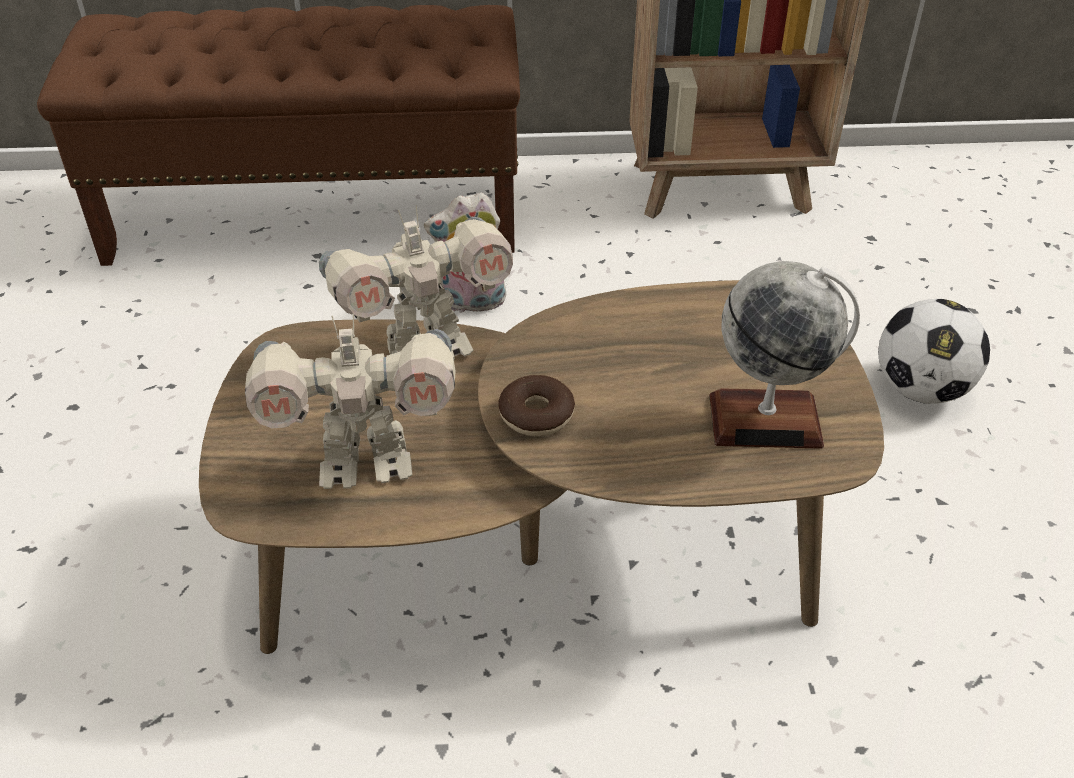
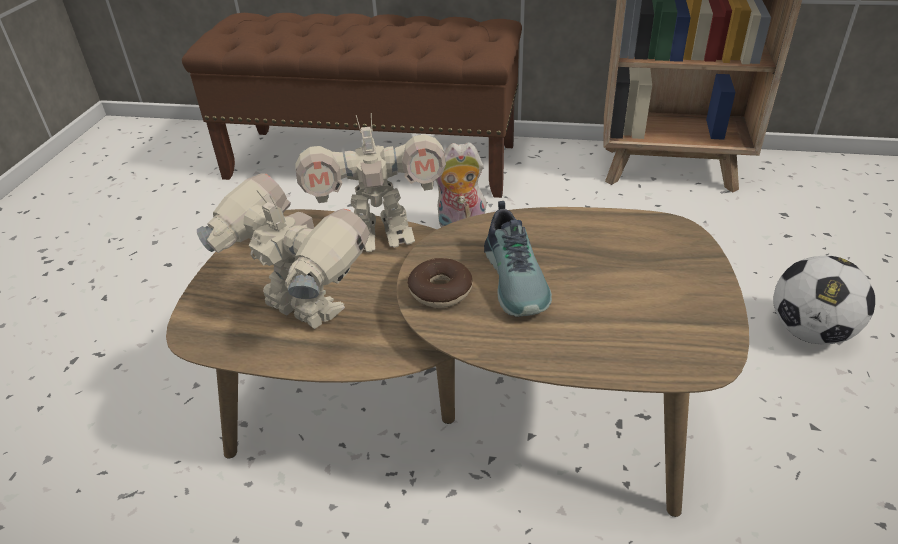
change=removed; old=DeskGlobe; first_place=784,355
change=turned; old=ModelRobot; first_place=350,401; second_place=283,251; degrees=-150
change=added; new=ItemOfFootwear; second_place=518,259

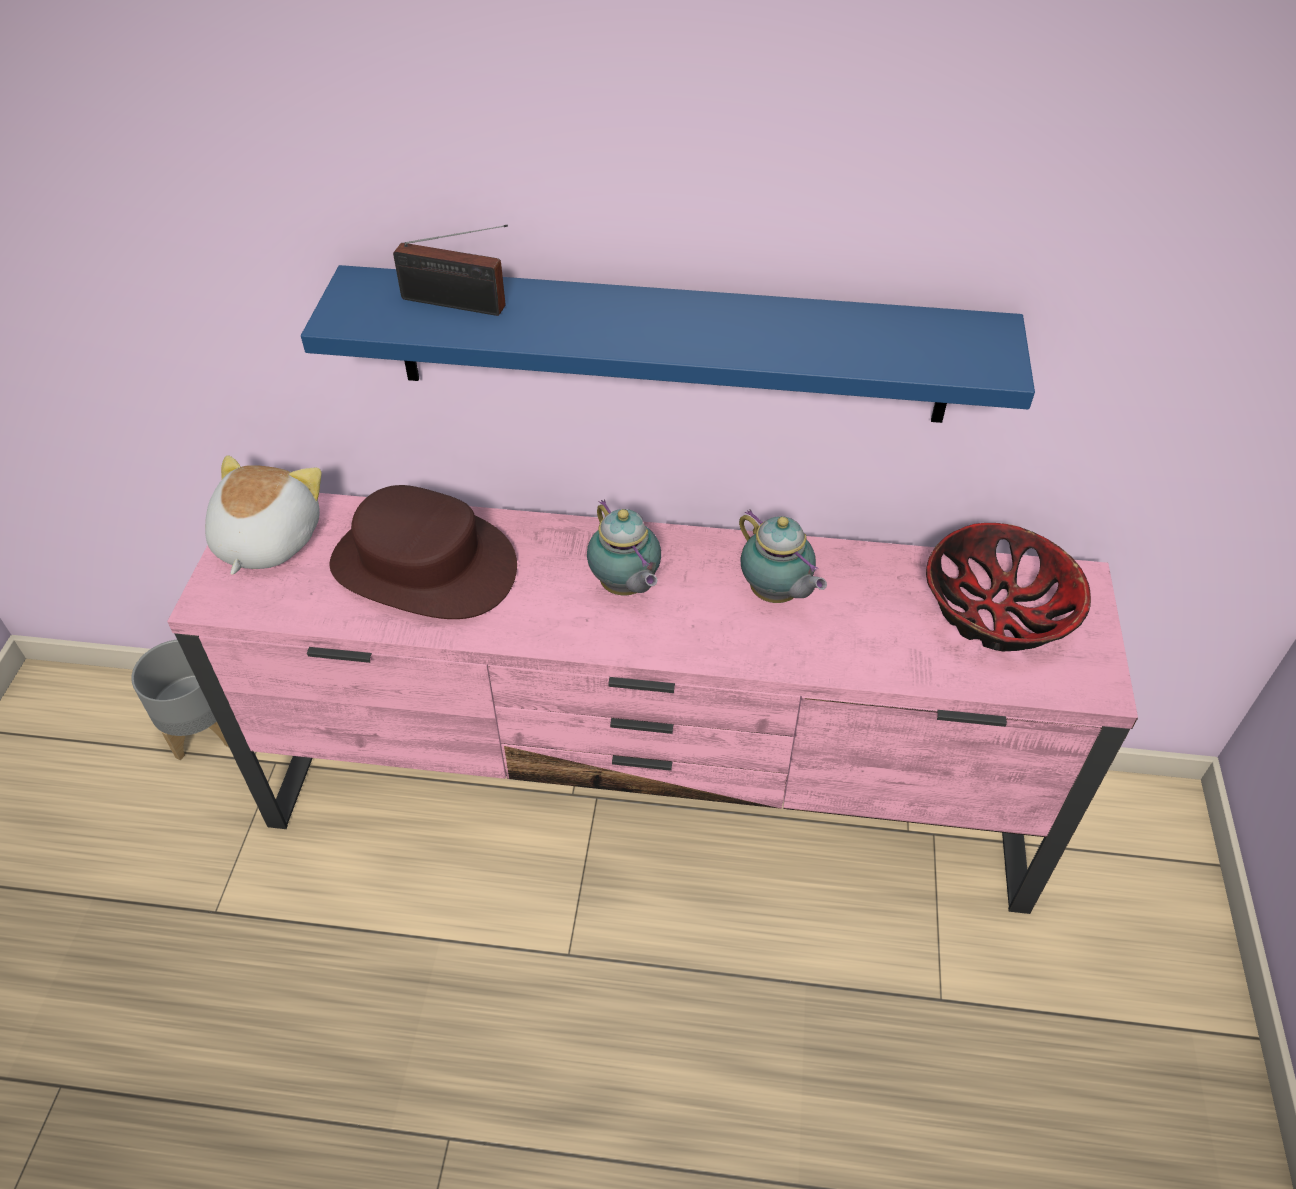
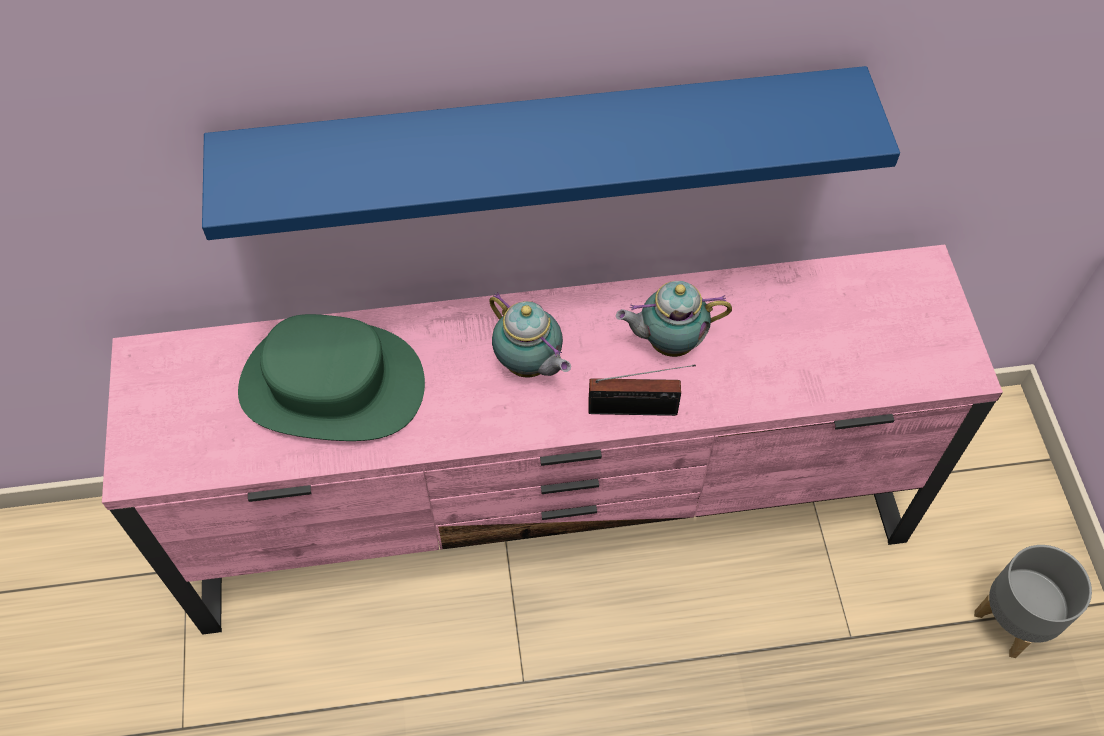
change=moved; old=RadioReceiver; first_place=450,270; second_place=642,390
change=removed; old=CuddlyToy; first_place=263,515
change=recoloured; old=BrownColouredHat; new=GreenColouredHat; first_place=423,552; second_place=331,377
change=turned; old=Teapot; first_place=783,556; second_place=674,319; degrees=135
change=removed; old=Bowl; first_place=1008,587
change=moved; old=GreyishPlanter; first_place=180,700; second_place=1033,601

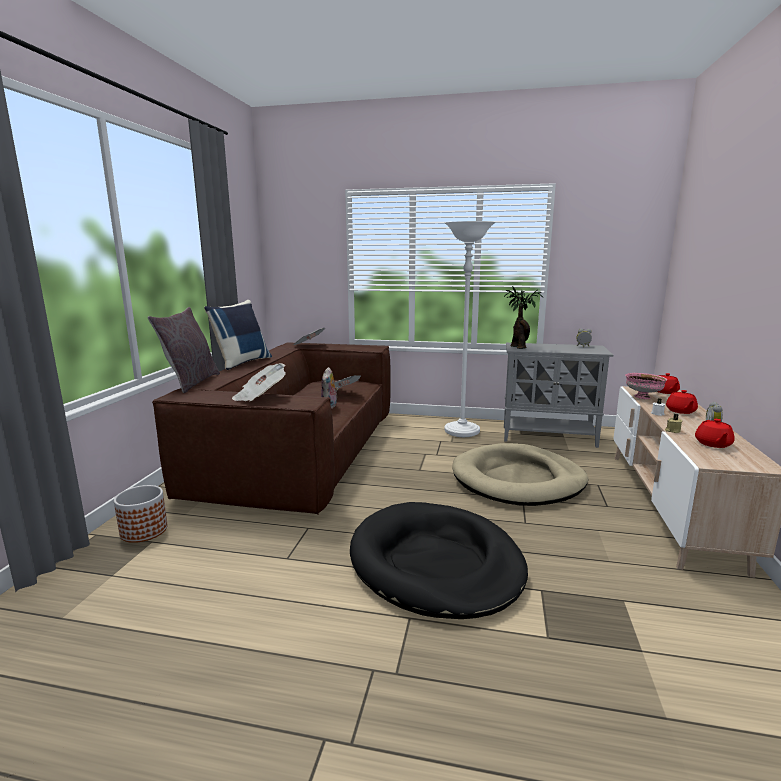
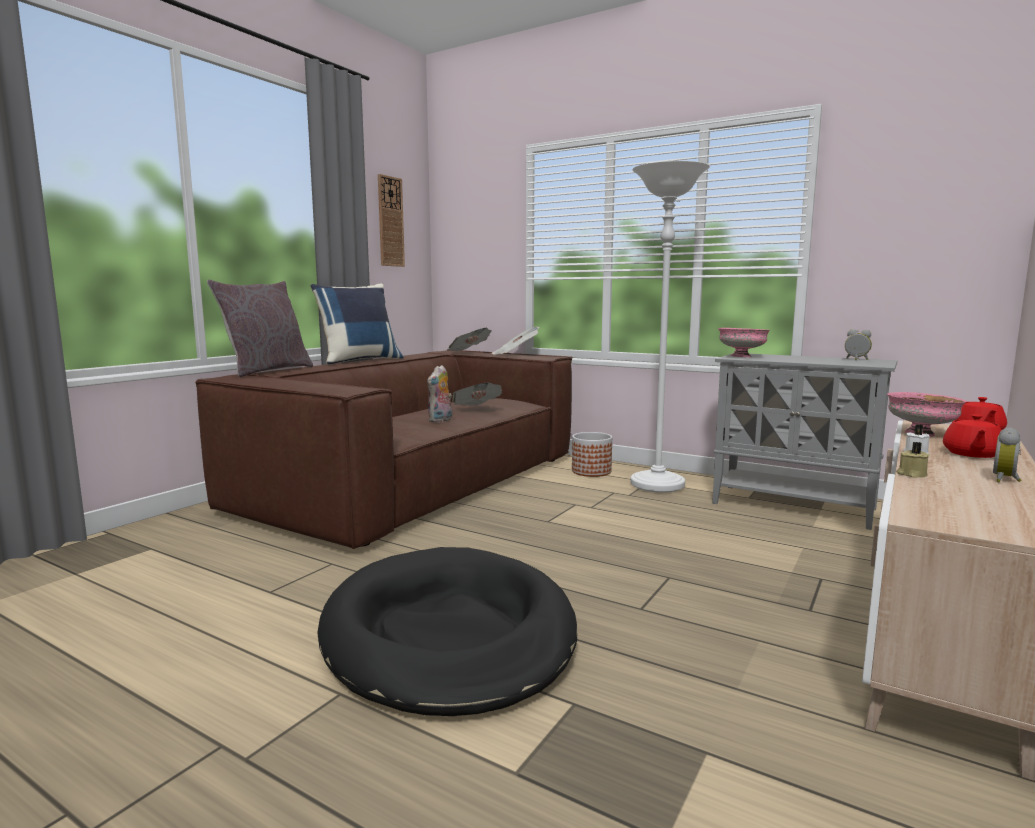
change=replaced; old=PottedPlant; new=PinkColouredBowl; first_place=523,317; second_place=744,342
change=moved; old=DailyPaper; first_place=259,382; second_place=516,340
change=removed; old=RedTeapot; first_place=715,433
change=removed; old=SandColouredPetBed; first_place=520,474
change=moved; old=Planter; first_place=141,514; second_place=592,454
change=added; new=ClockOnTheWall; second_place=391,220

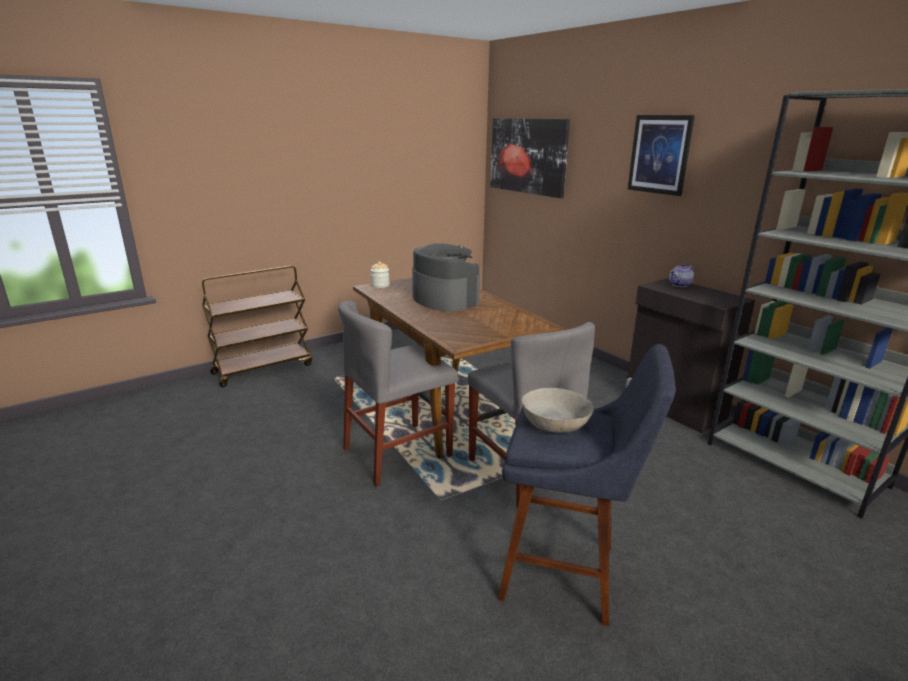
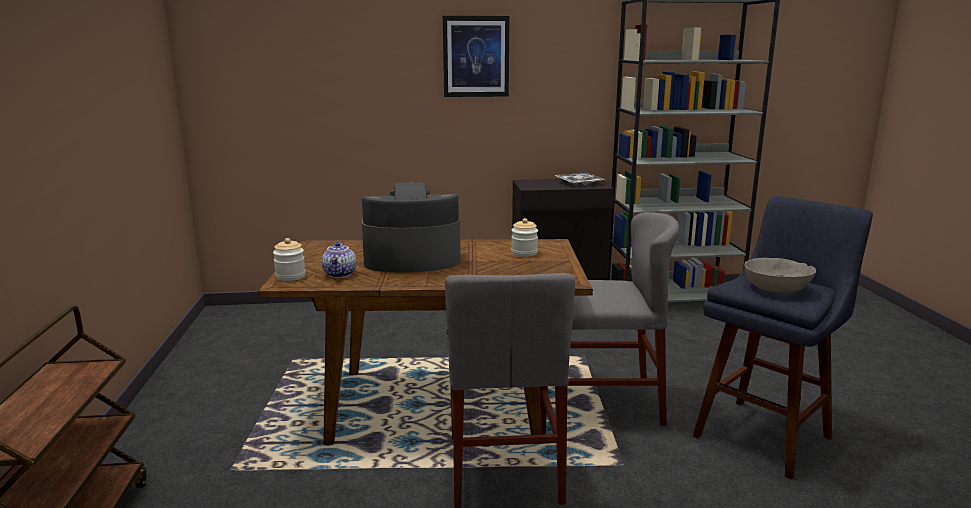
change=removed; old=Picture; first_place=530,158
change=moved; old=Teapot; first_place=681,275; second_place=338,260
change=added; new=Tray; second_place=580,178
change=added; new=PreserveJar; second_place=524,237

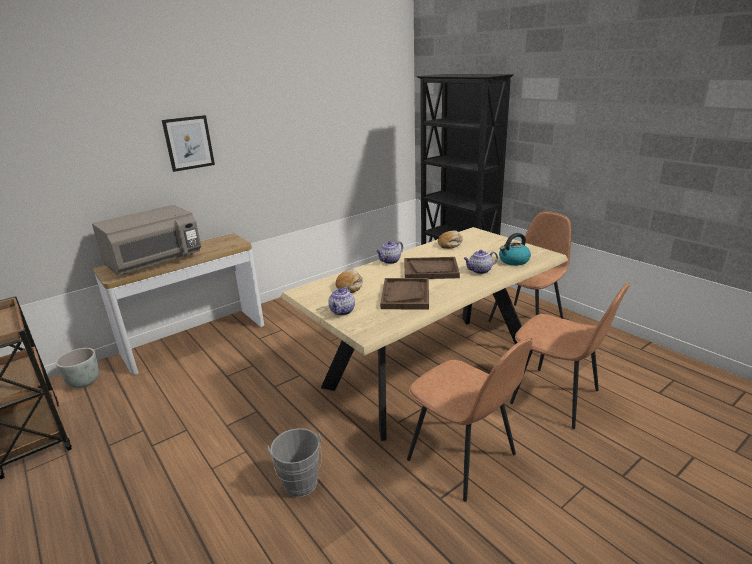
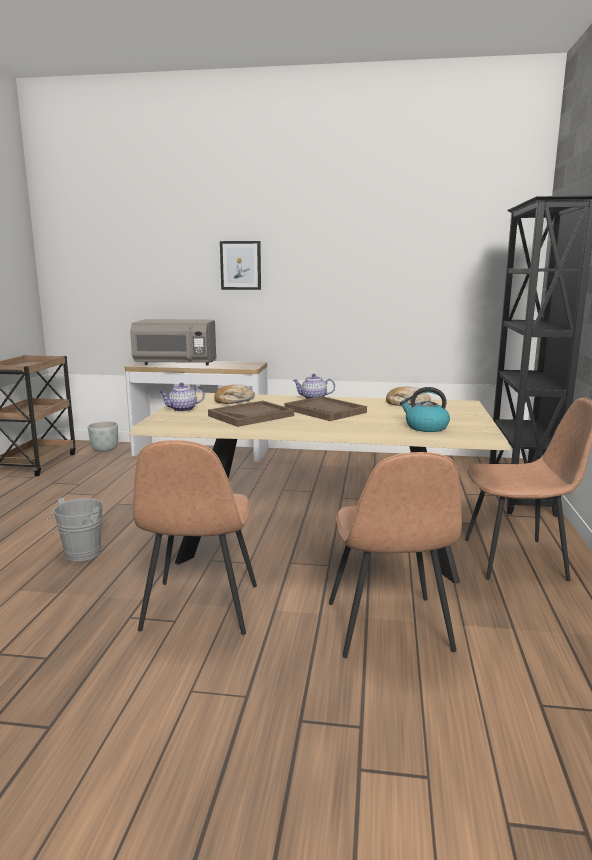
change=removed; old=Teapot; first_place=480,262

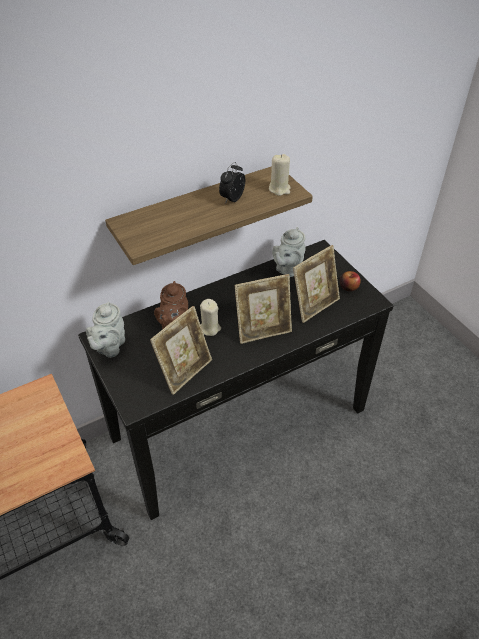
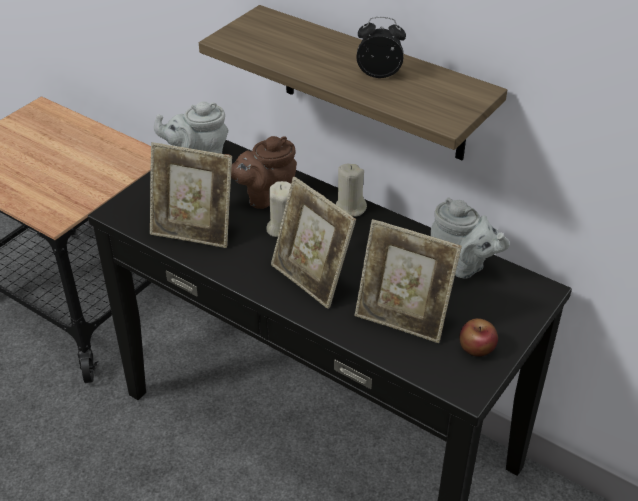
change=moved; old=SandColouredCandle; first_place=280,175; second_place=351,190
change=turned; old=GreyishTeapot; first_place=289,252; second_place=470,238; degrees=-150

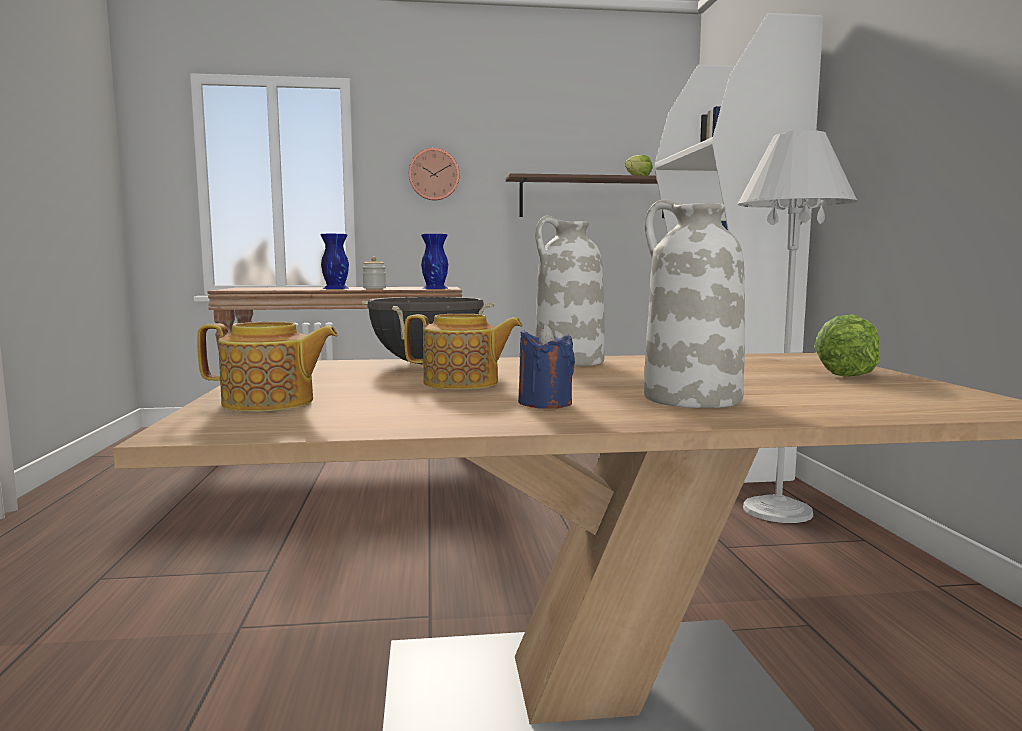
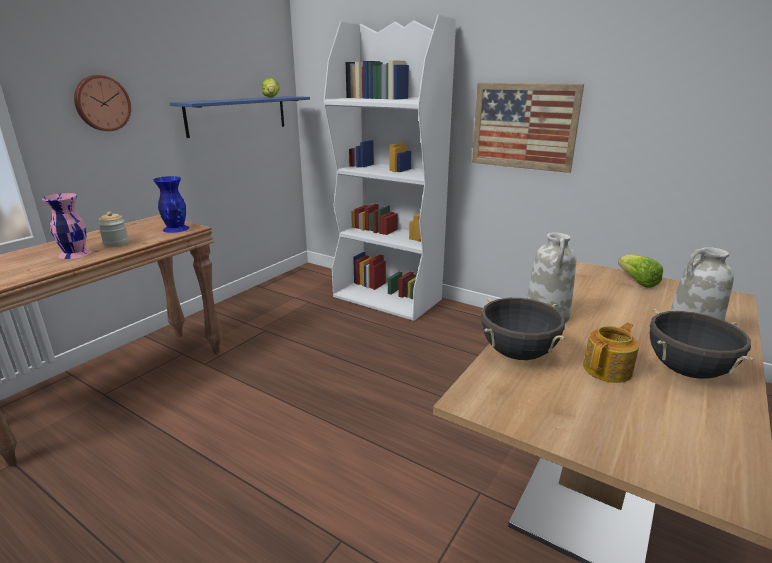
change=removed; old=WhiteColouredFloorLamp; first_place=797,326
change=recoloured; old=BrownColouredShelf; new=BlueShelf; first_place=584,195; second_place=240,117
change=recoloured; old=BlueVase; new=PinkColouredVase; first_place=335,261; second_place=67,226
change=removed; old=Teapot; first_place=267,367
change=replaced; old=BlueCandle; new=BlackishSaucepot; first_place=546,366; second_place=701,344
change=added; new=Picture; second_place=528,128

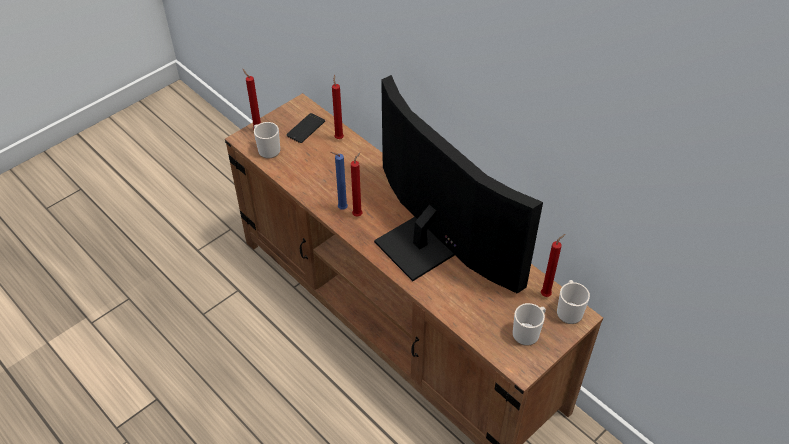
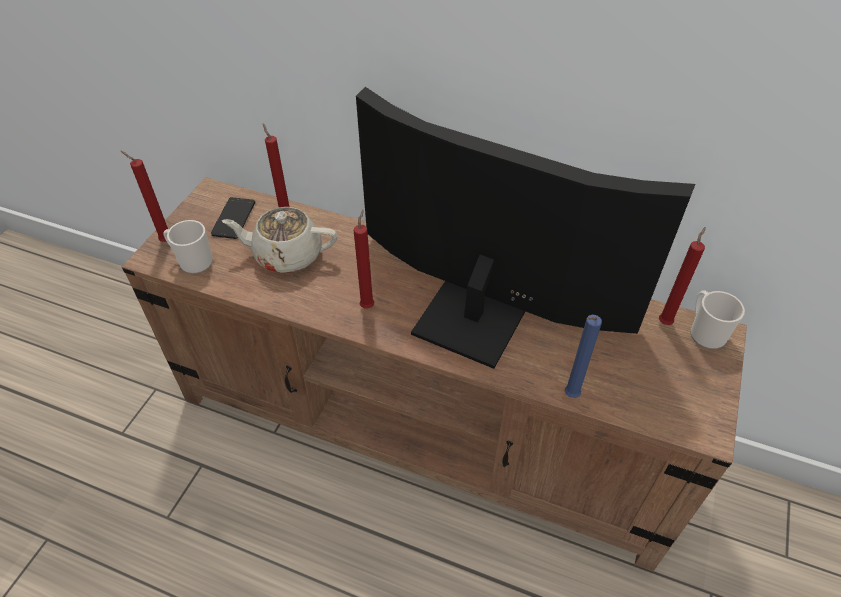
change=moved; old=BlueCandle; first_place=339,181; second_place=583,356
change=removed; old=Mug; first_place=529,324
change=added; new=SandColouredTeapot; second_place=280,240

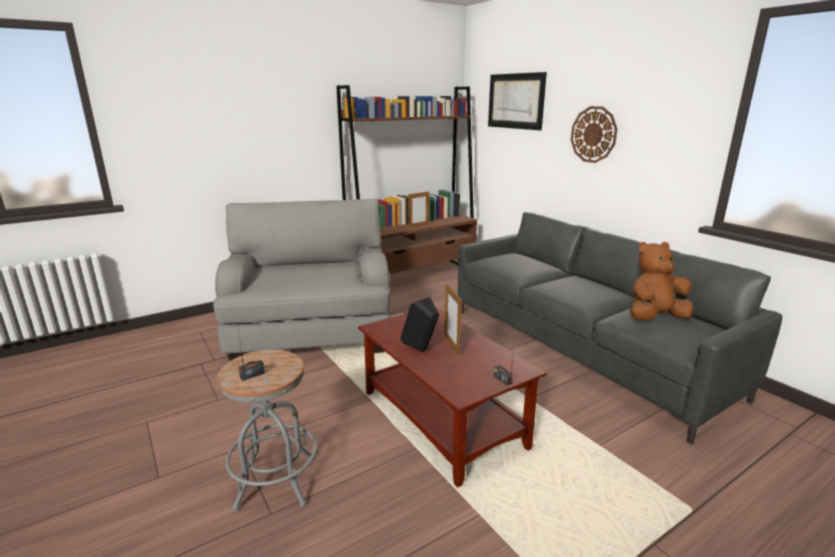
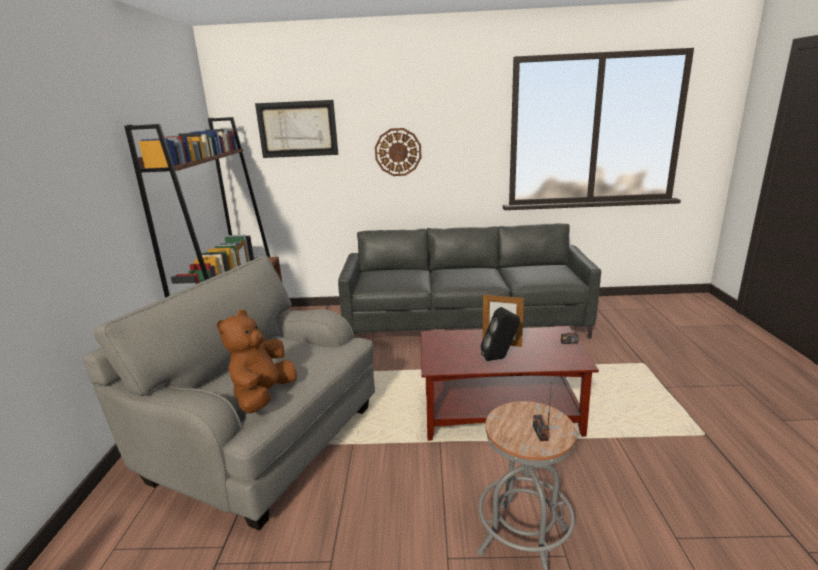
change=moved; old=BrownColouredCuddlyToy; first_place=661,281; second_place=257,361

